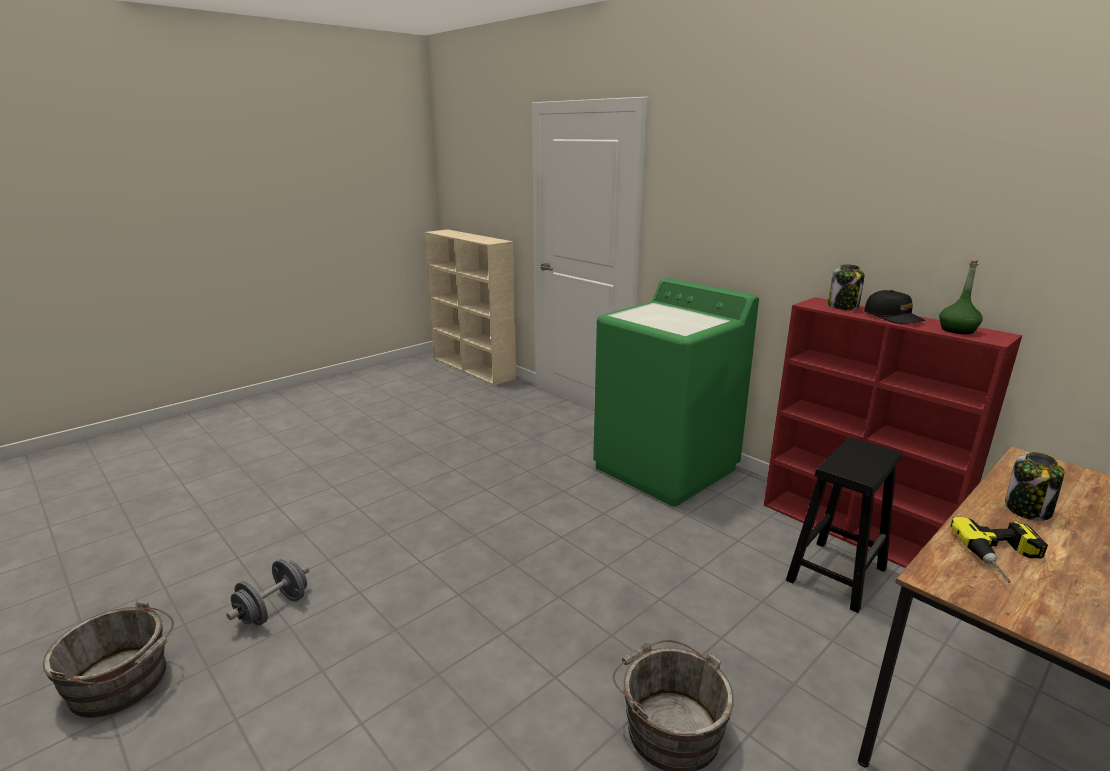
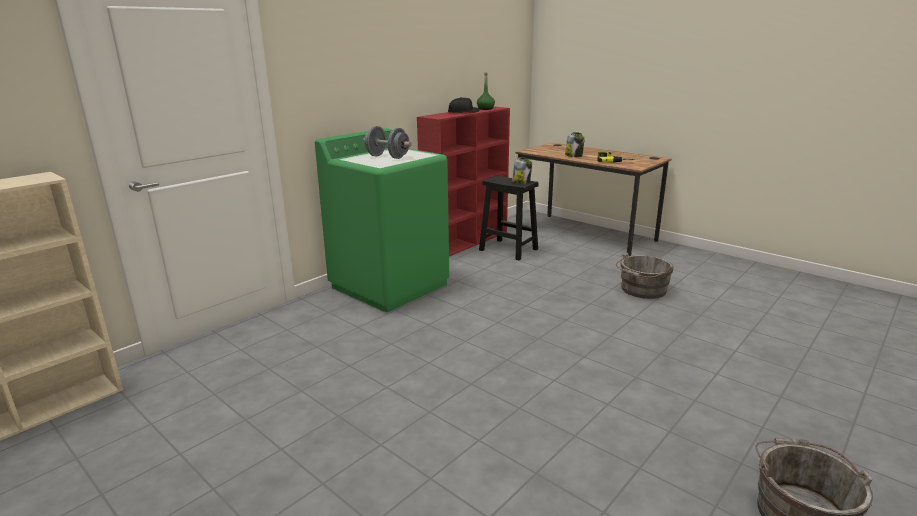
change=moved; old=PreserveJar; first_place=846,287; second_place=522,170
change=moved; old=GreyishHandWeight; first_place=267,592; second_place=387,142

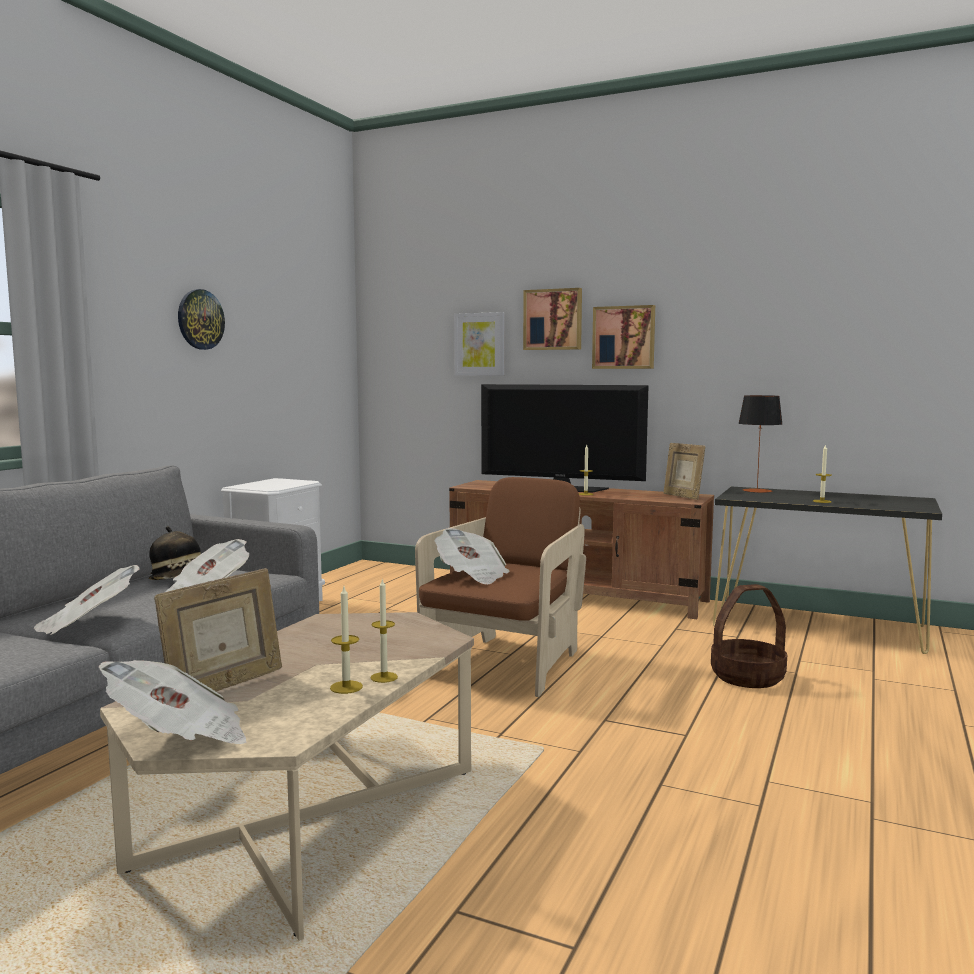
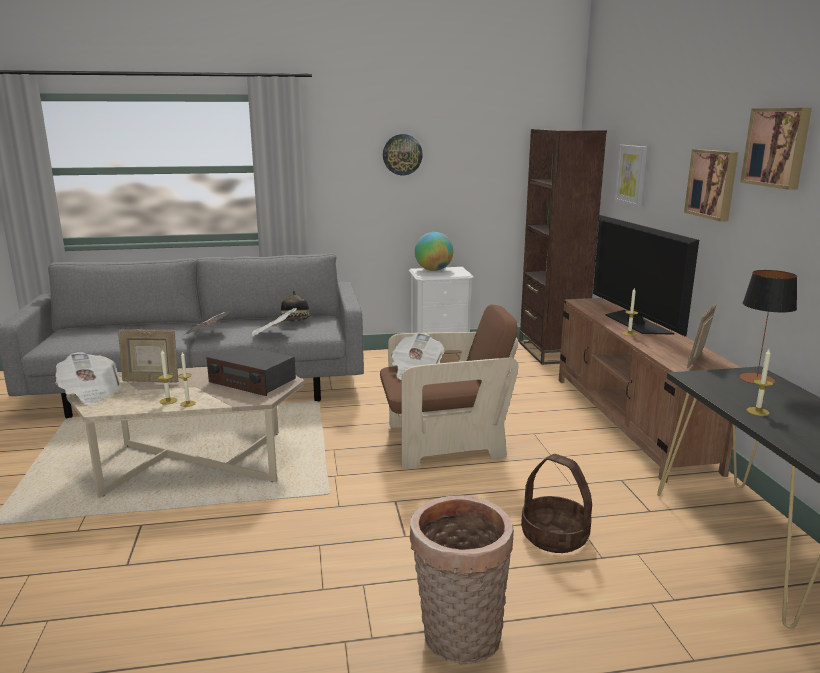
change=moved; old=Picture; first_place=552,319; second_place=776,149
change=added; new=BrownColouredBookshelf; second_place=563,247
change=added; new=DeskGlobe; second_place=434,251
change=added; new=RadioReceiver; second_place=251,371
change=added; new=Basket; second_place=462,579

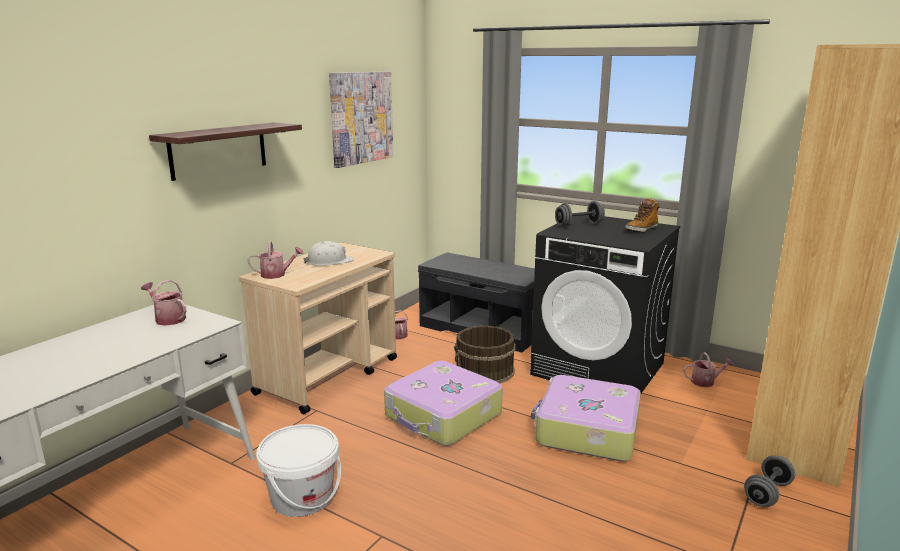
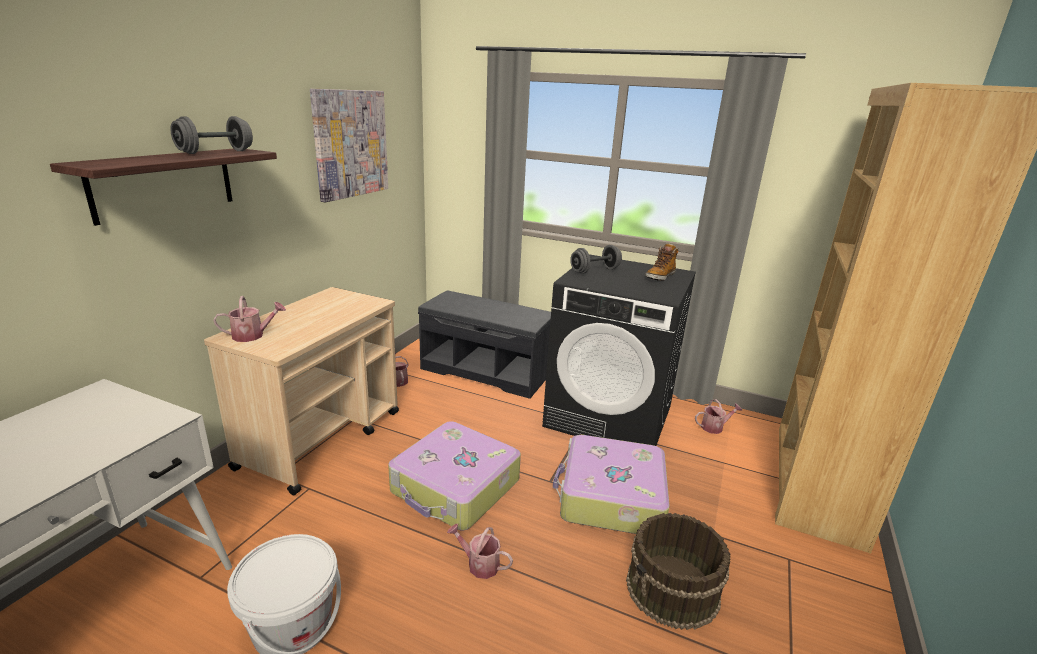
change=removed; old=WhiteColouredSafetyHelmet; first_place=328,253
change=moved; old=WateringPot; first_place=163,303; second_place=480,551
change=moved; old=BrownColouredWaterBucket; first_place=485,355; second_place=678,571
change=moved; old=GreyishHandWeight; first_place=769,481; second_place=211,135

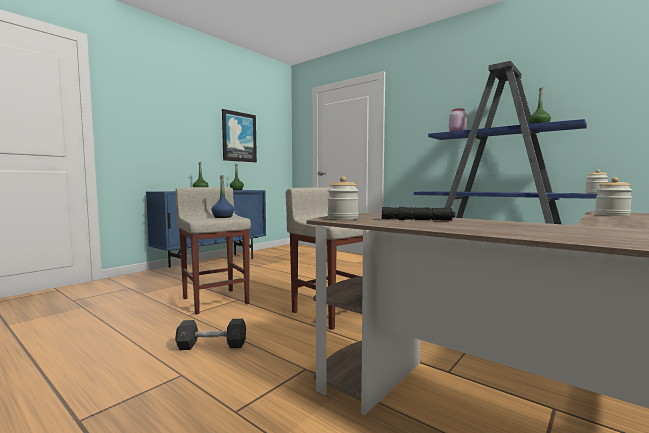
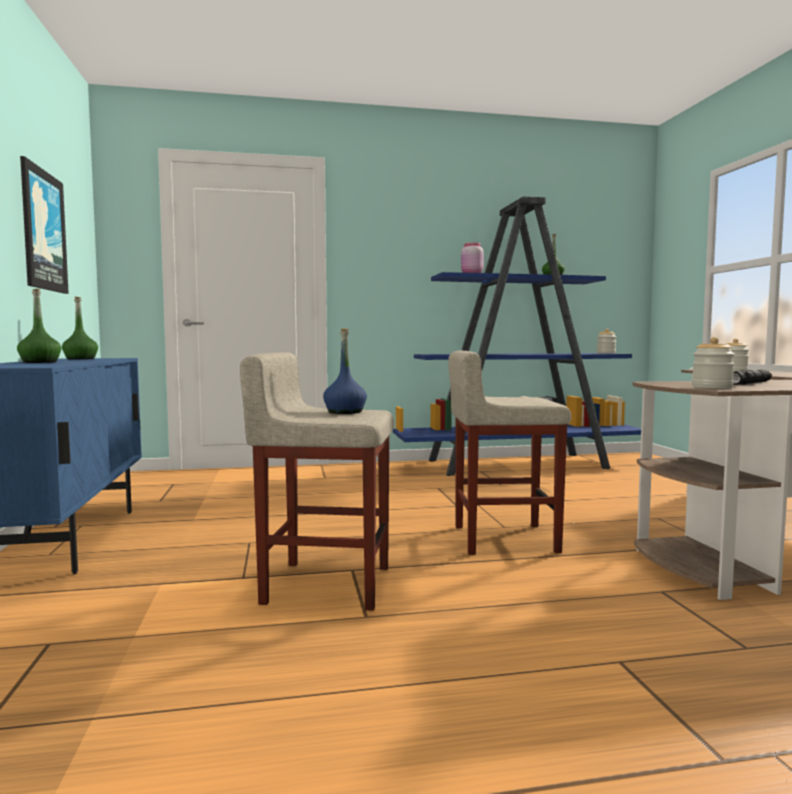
change=removed; old=GreyishHandWeight; first_place=210,334

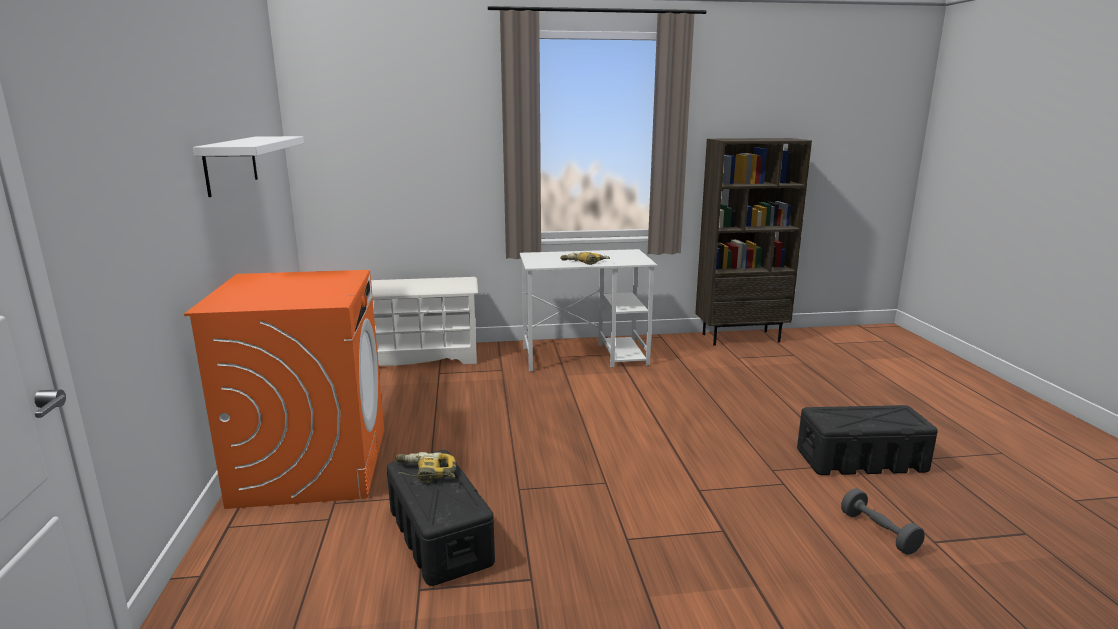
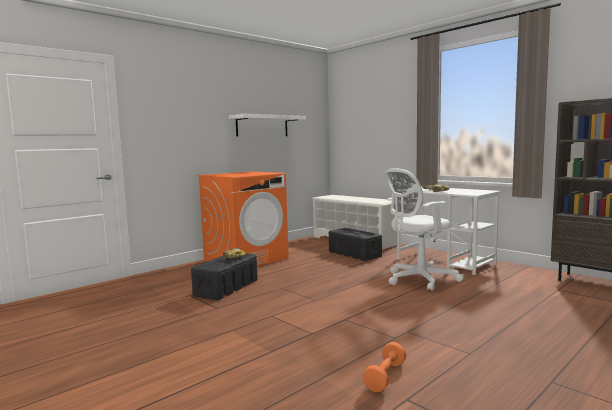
change=moved; old=BlackishStorageBin; first_place=867,440; second_place=355,244
change=recoloured; old=GreyishHandWeight; new=OrangeHandWeight; first_place=883,521; second_place=384,367
change=added; new=WhiteColouredOfficeChair; second_place=424,229

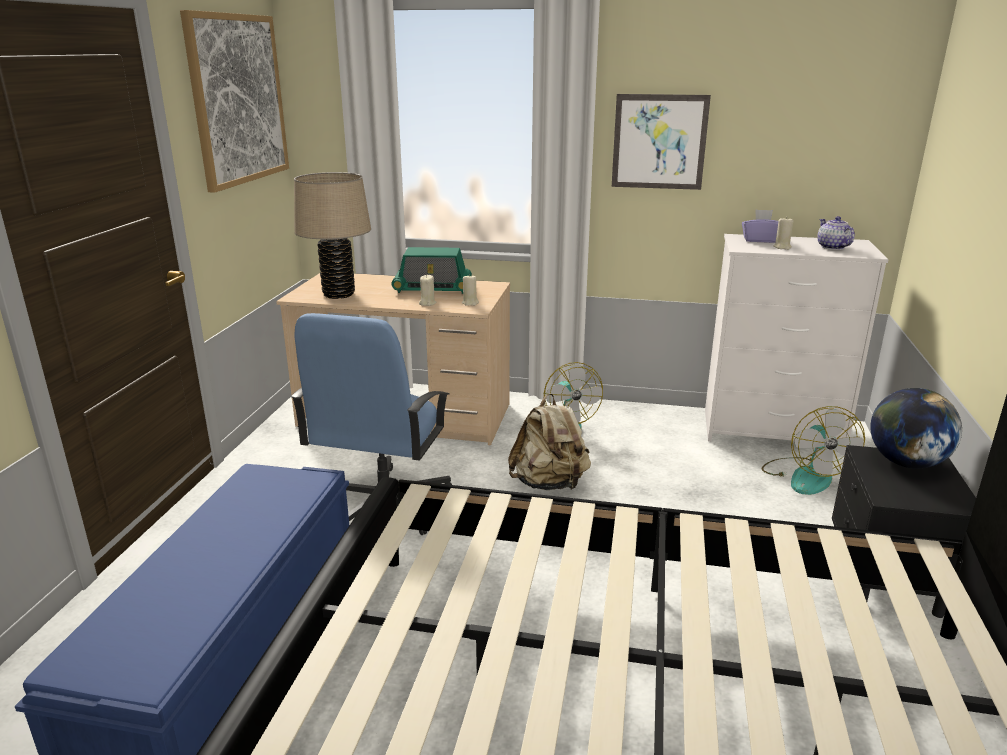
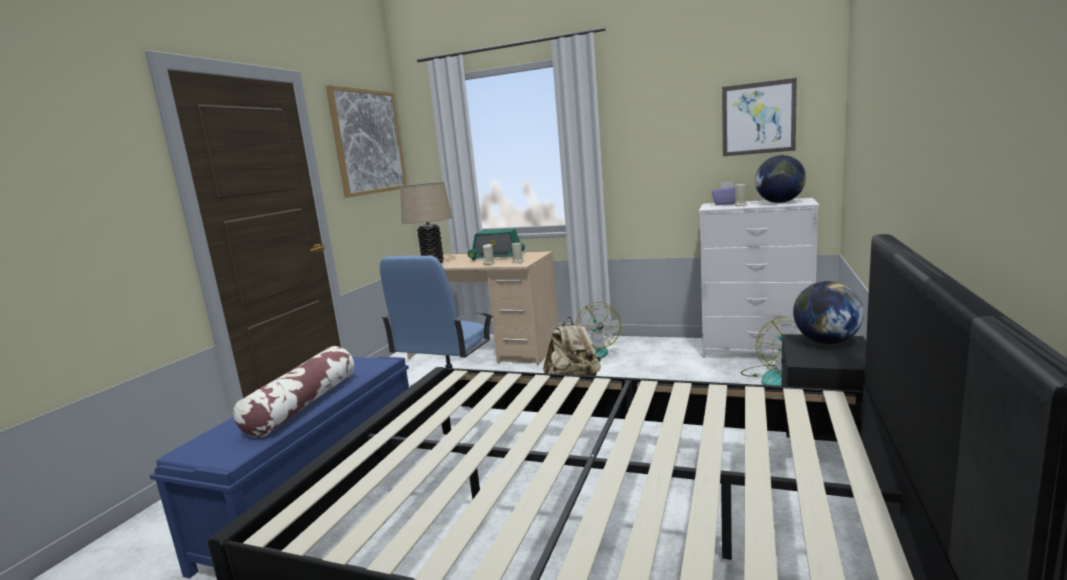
change=moved; old=Picture; first_place=661,142; second_place=759,117
change=replaced; old=Teapot; new=DeskGlobe; first_place=836,233; second_place=780,179
change=added; new=Pillow; second_place=293,392

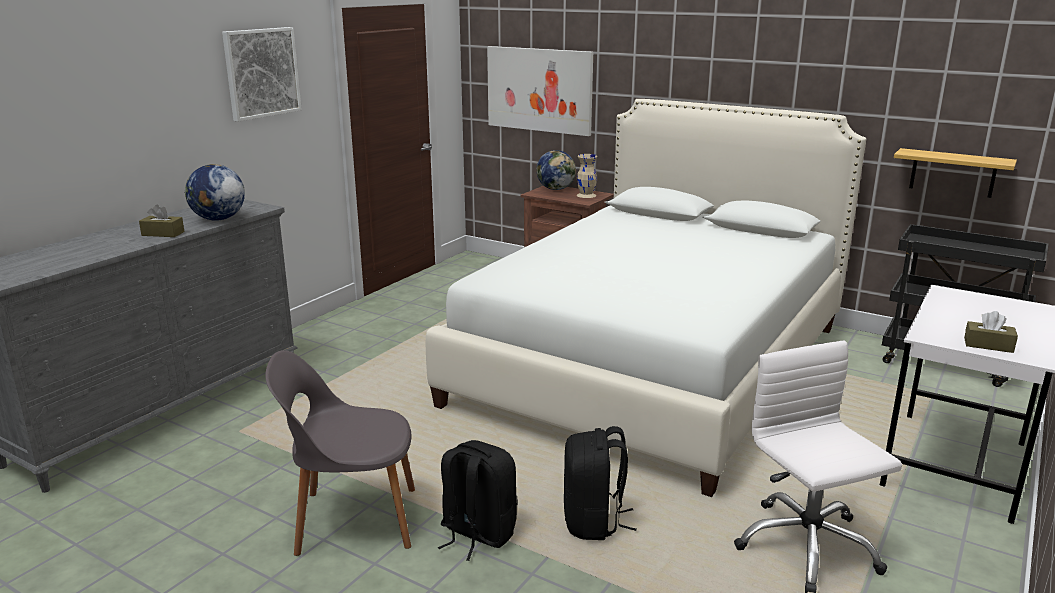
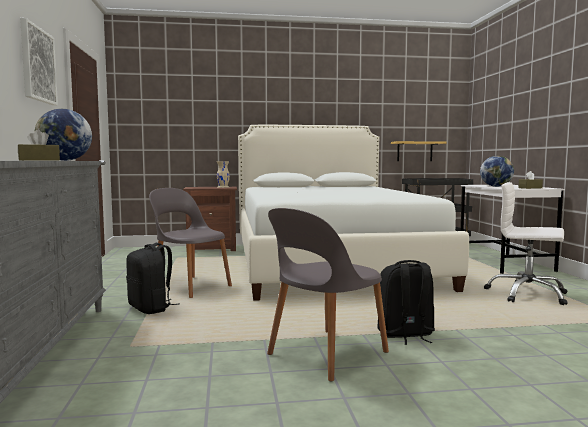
change=removed; old=Picture; first_place=540,91
change=moved; old=DeskGlobe; first_place=556,170; second_place=497,171
change=moved; old=BlackishBackpack; first_place=600,483; second_place=153,278
change=added; new=GreyishPlainChair; second_place=190,243

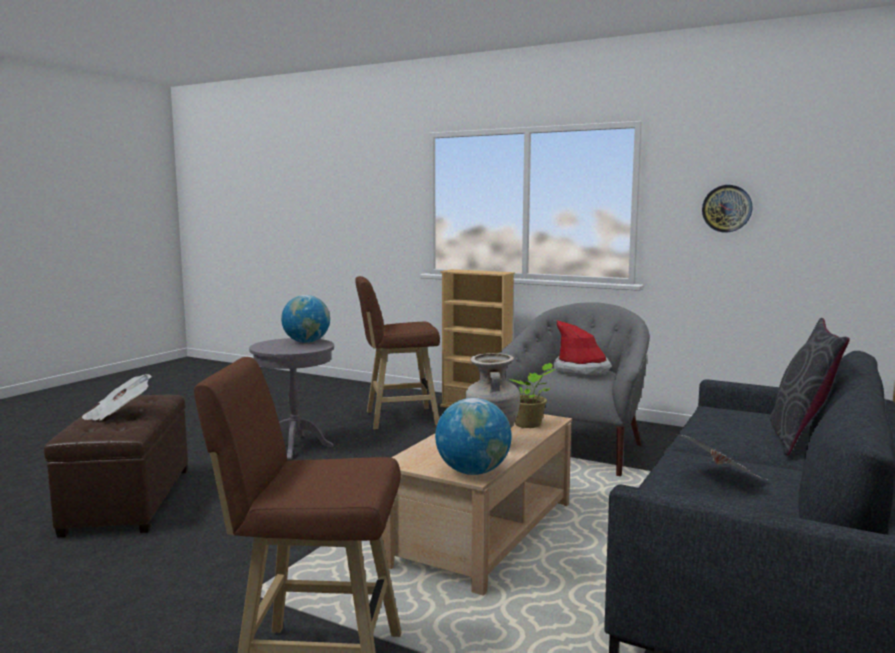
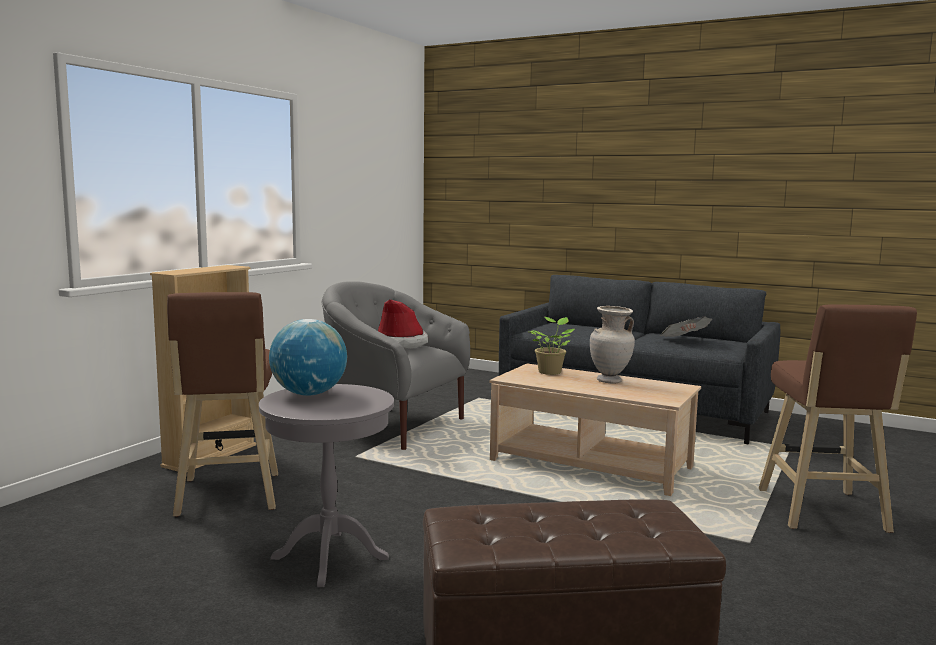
change=removed; old=ClockOnTheWall; first_place=727,208
change=removed; old=GreyishPillow; first_place=810,387
change=removed; old=DailyPaper; first_place=117,397
change=removed; old=DeskGlobe; first_place=473,436

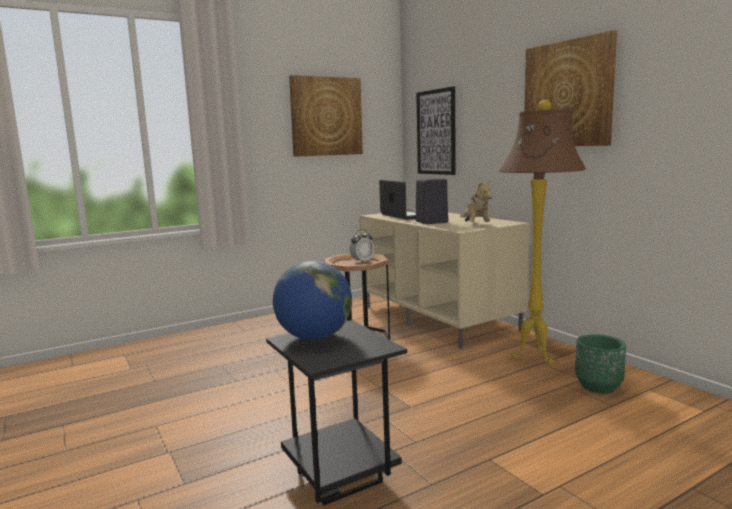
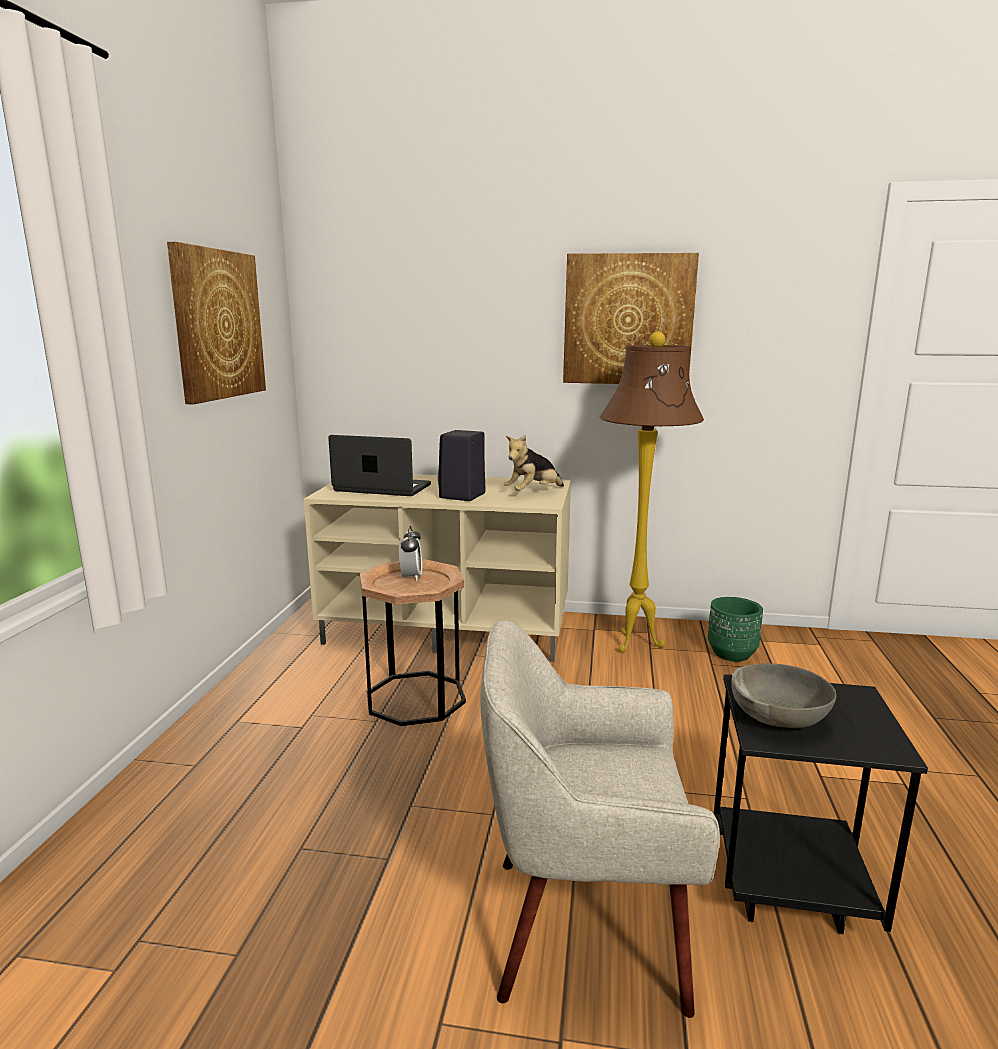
change=removed; old=Picture; first_place=436,130
change=turned; old=CuddlyToy; first_place=476,201; second_place=534,463; degrees=105
change=replaced; old=DeskGlobe; new=GreyishBowl; first_place=312,300; second_place=783,695
change=added; new=SandColouredArmchair; second_place=600,819

